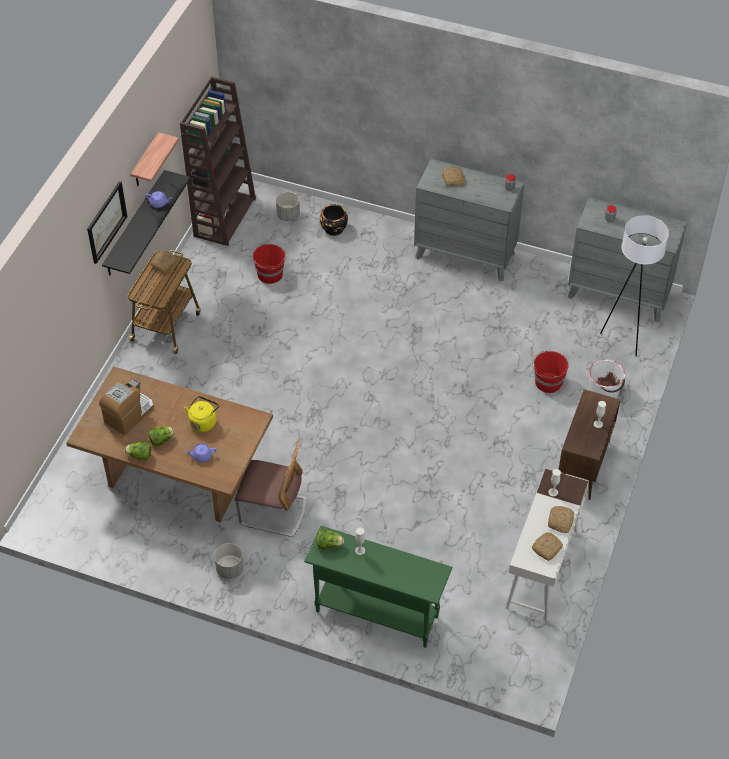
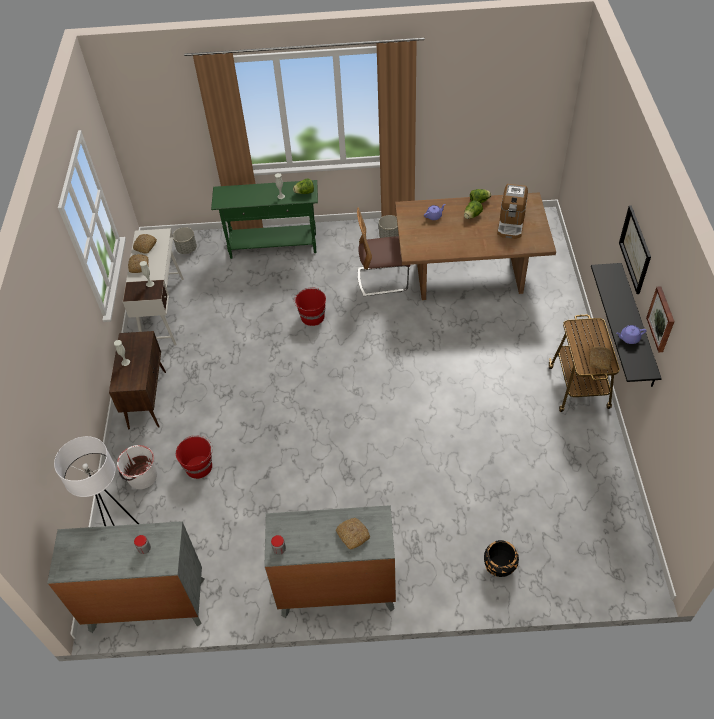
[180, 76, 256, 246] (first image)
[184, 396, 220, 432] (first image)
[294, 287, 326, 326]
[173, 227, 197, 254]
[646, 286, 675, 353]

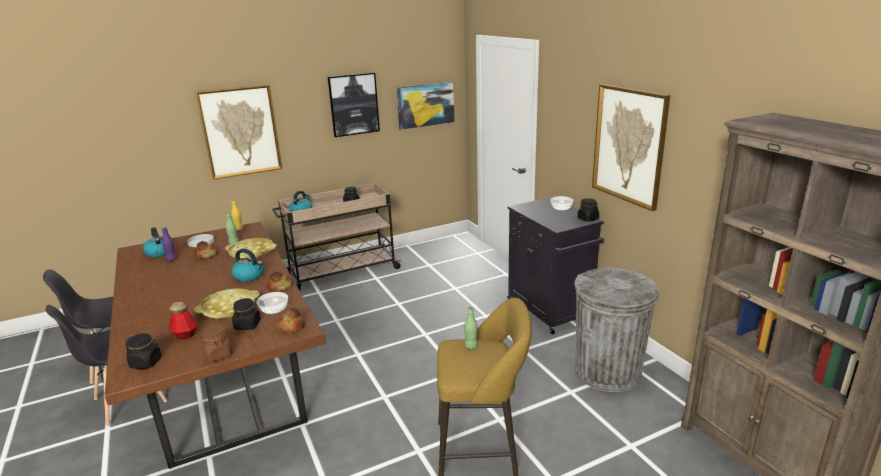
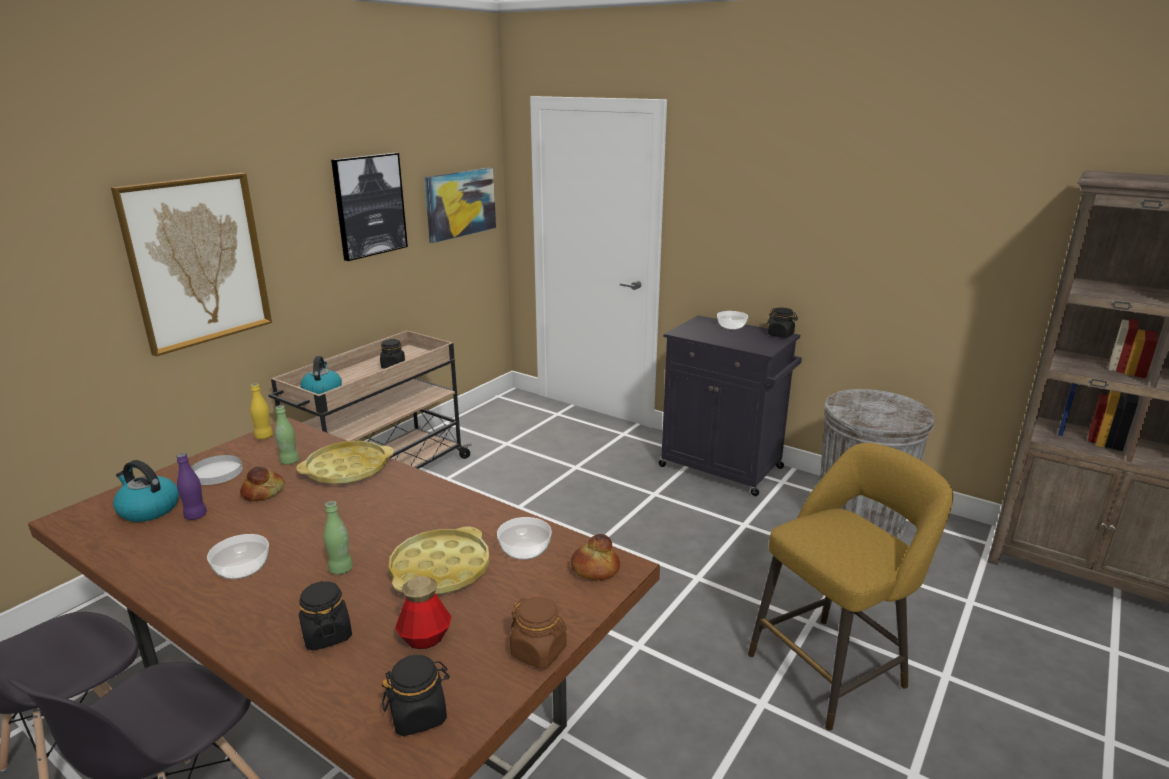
[232, 248, 264, 282] (first image)
[267, 271, 293, 292] (first image)
[592, 84, 670, 211] (first image)
[207, 534, 269, 579]
[299, 581, 352, 651]
[323, 501, 353, 575]

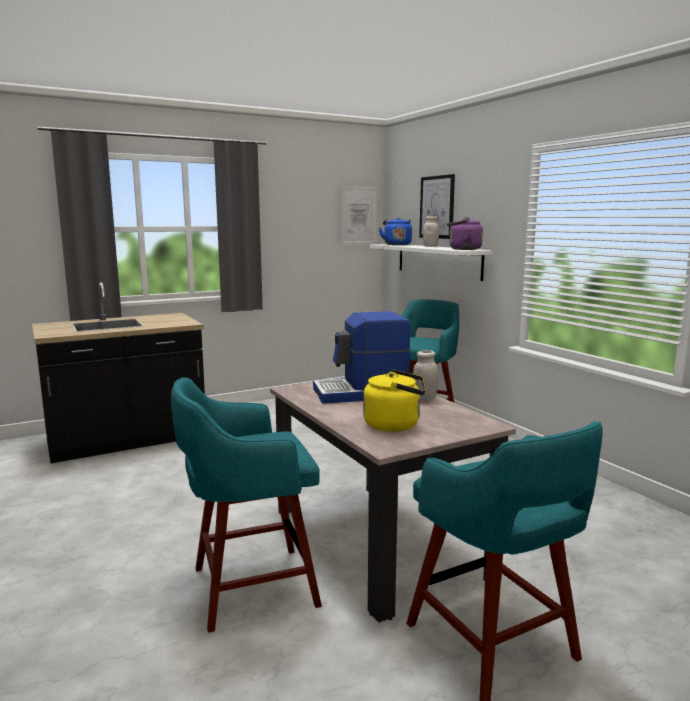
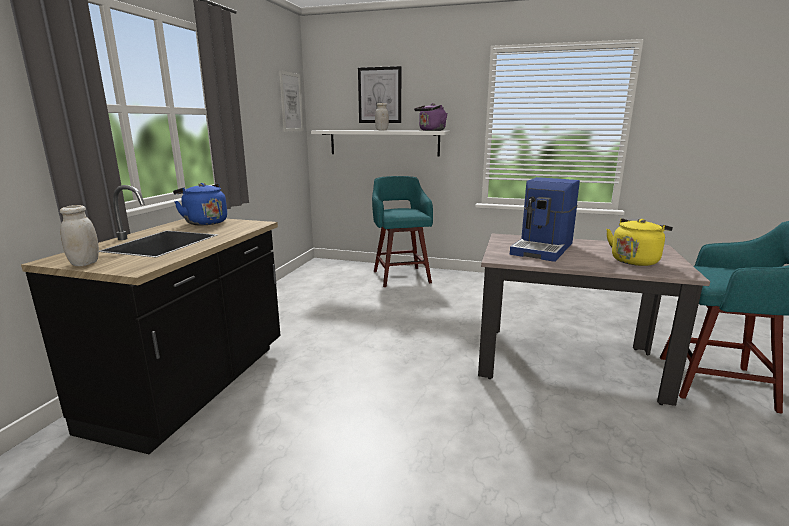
[171, 377, 322, 633] (first image)
[173, 183, 227, 225]
[60, 205, 99, 266]

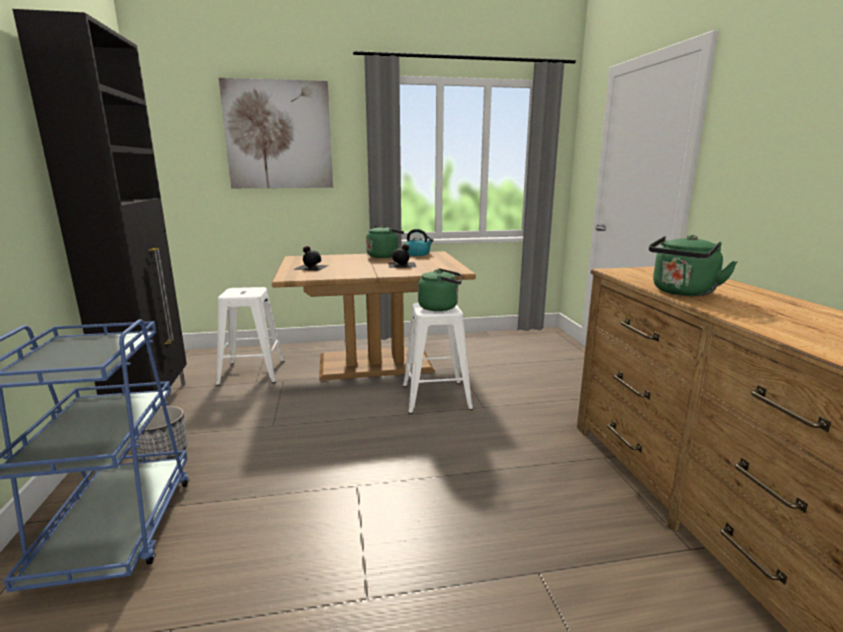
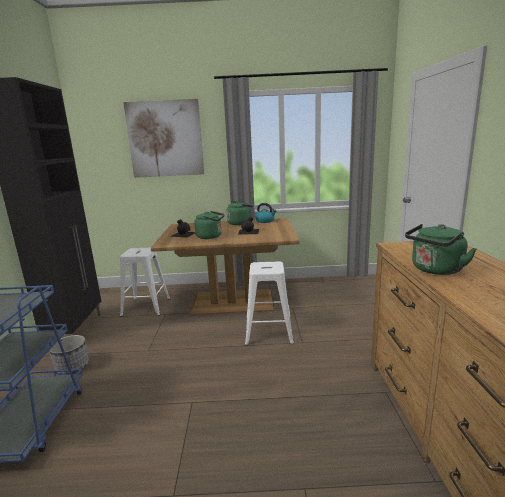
[194, 211, 225, 239]

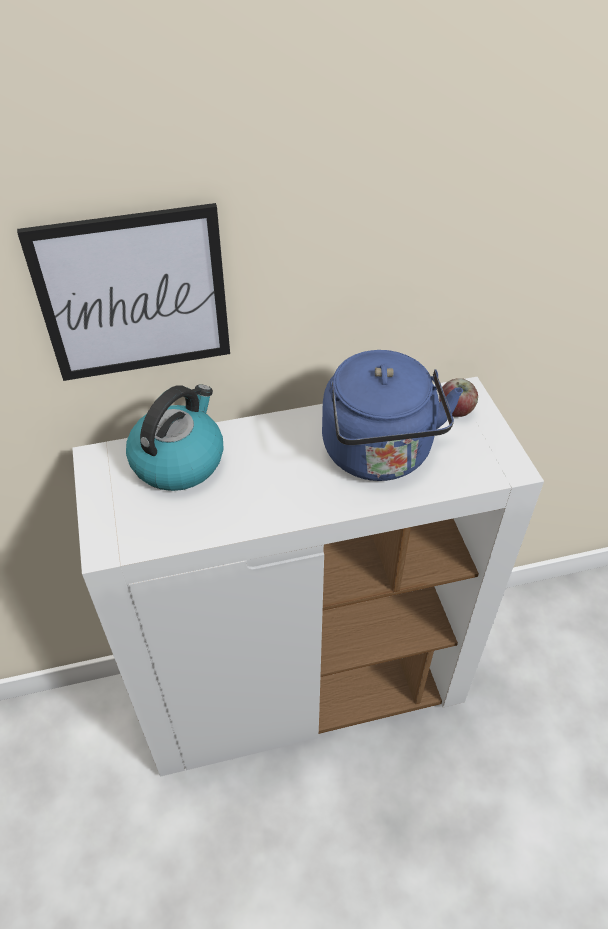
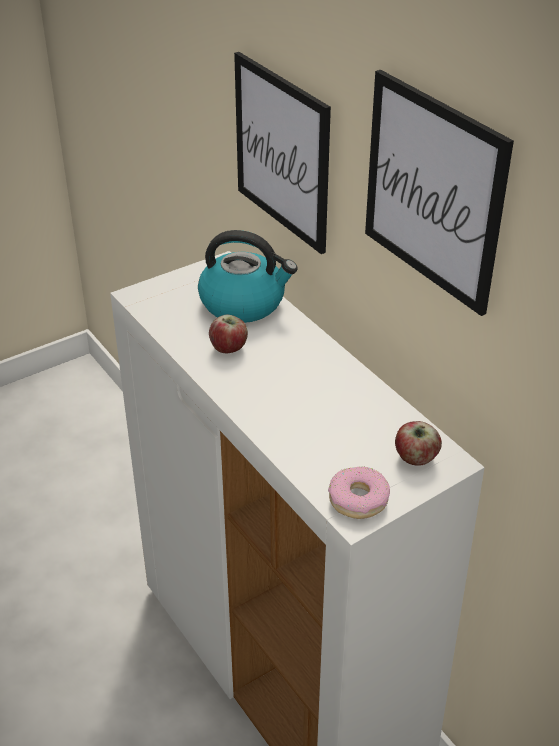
[322, 350, 463, 481] (first image)
[209, 315, 248, 353]
[328, 467, 390, 519]
[365, 70, 514, 316]

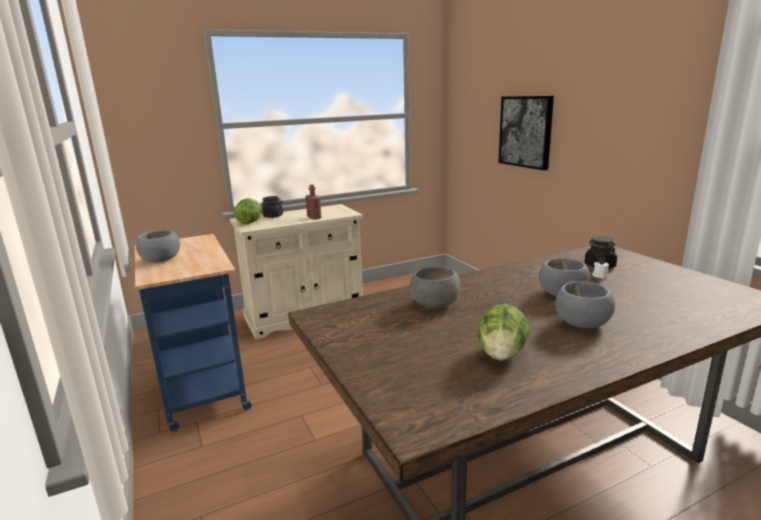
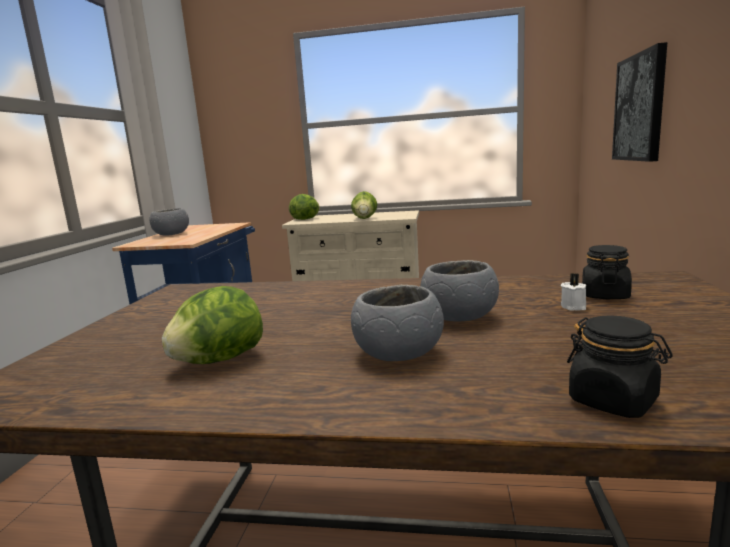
[410, 267, 460, 308] (first image)
[567, 316, 673, 418]
[351, 191, 377, 219]

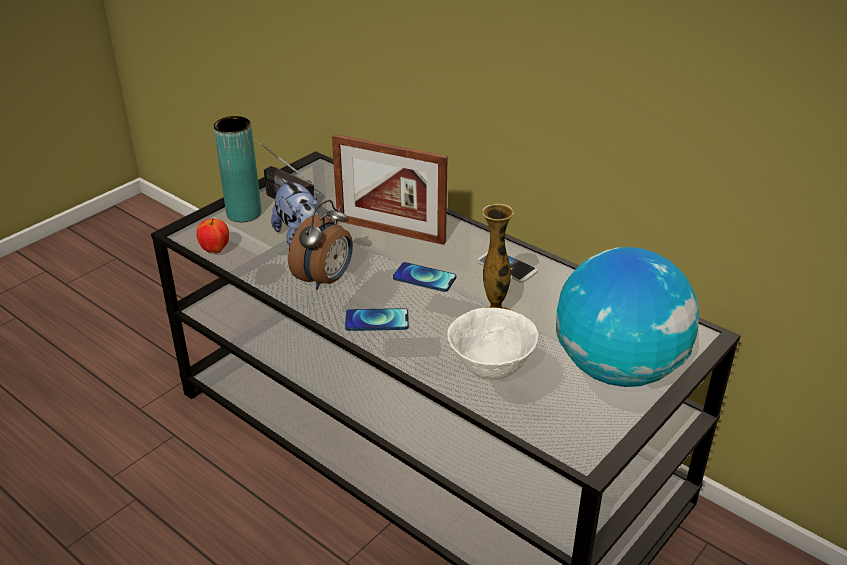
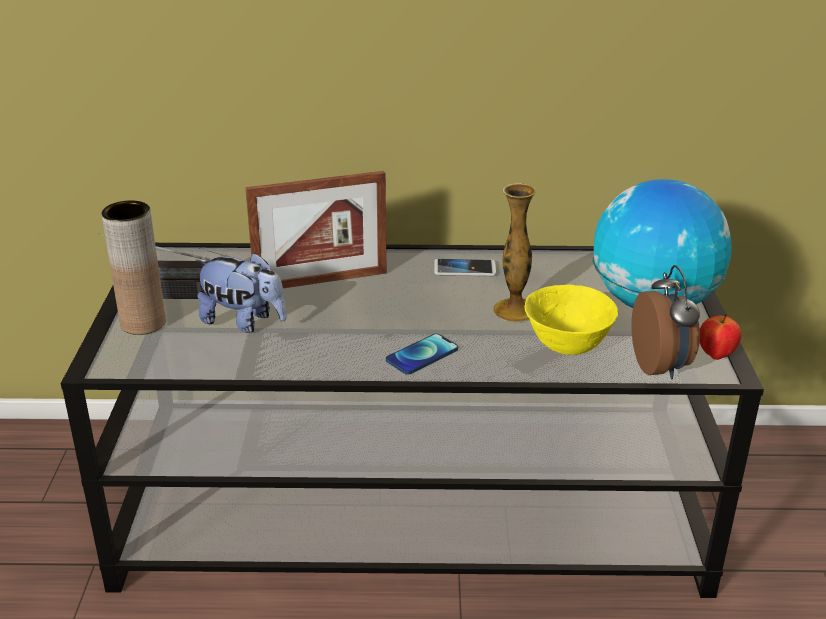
[393, 262, 456, 292] (first image)
[700, 314, 741, 360]
[631, 265, 700, 379]
[101, 200, 166, 335]
[525, 284, 618, 355]

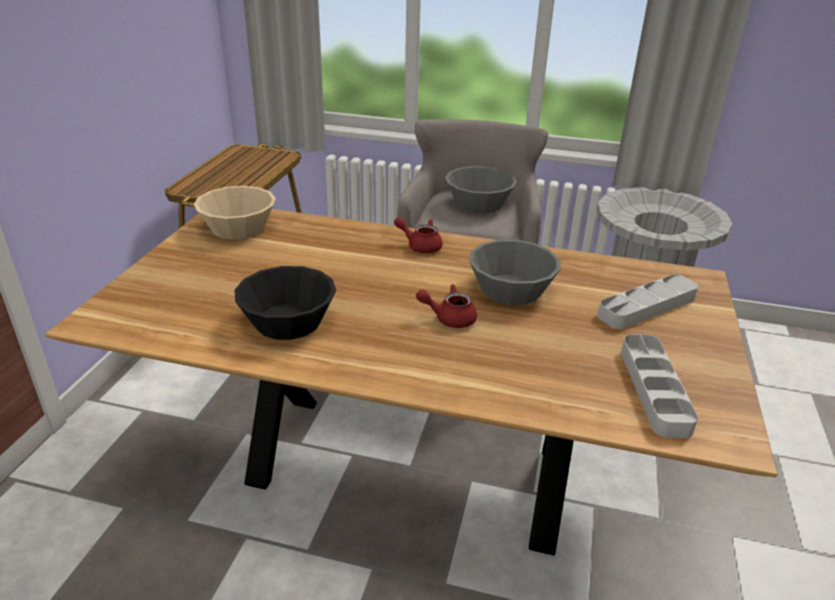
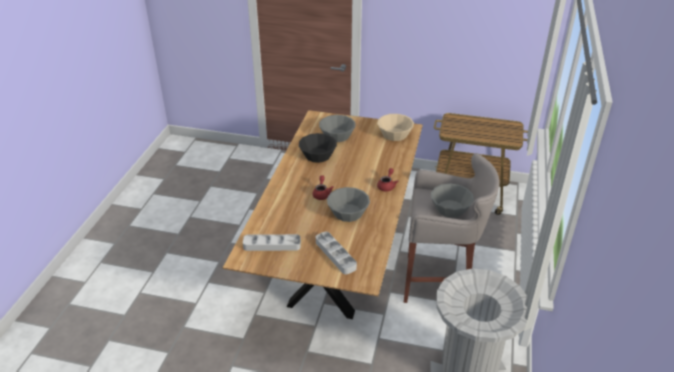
[319, 115, 356, 142]

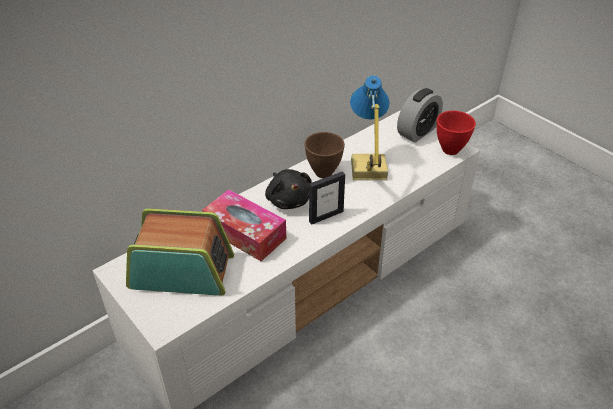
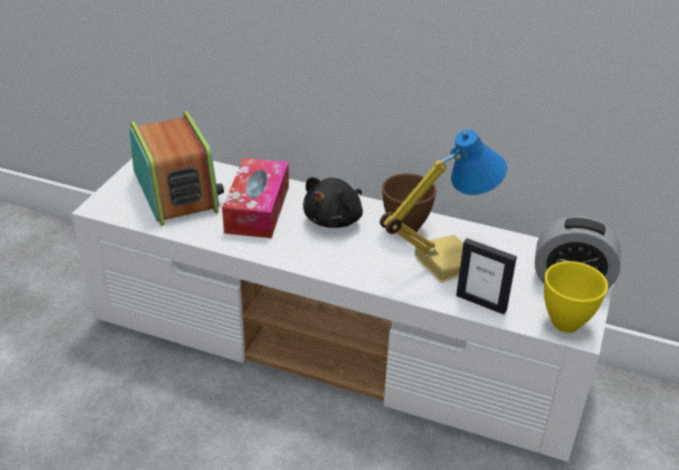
[456, 238, 517, 315]
[544, 261, 608, 333]

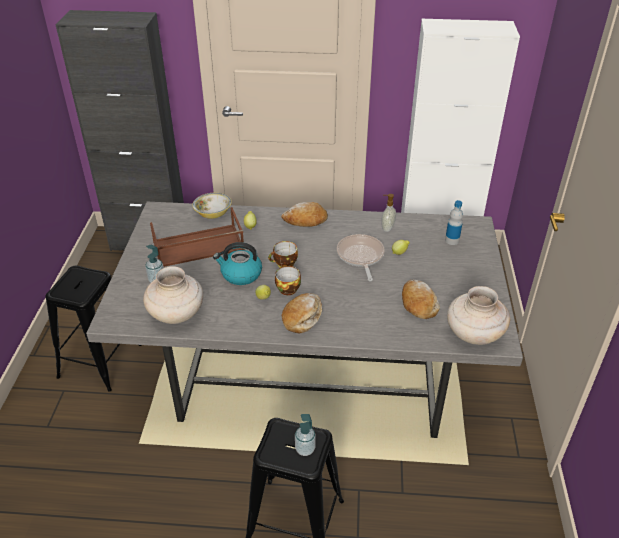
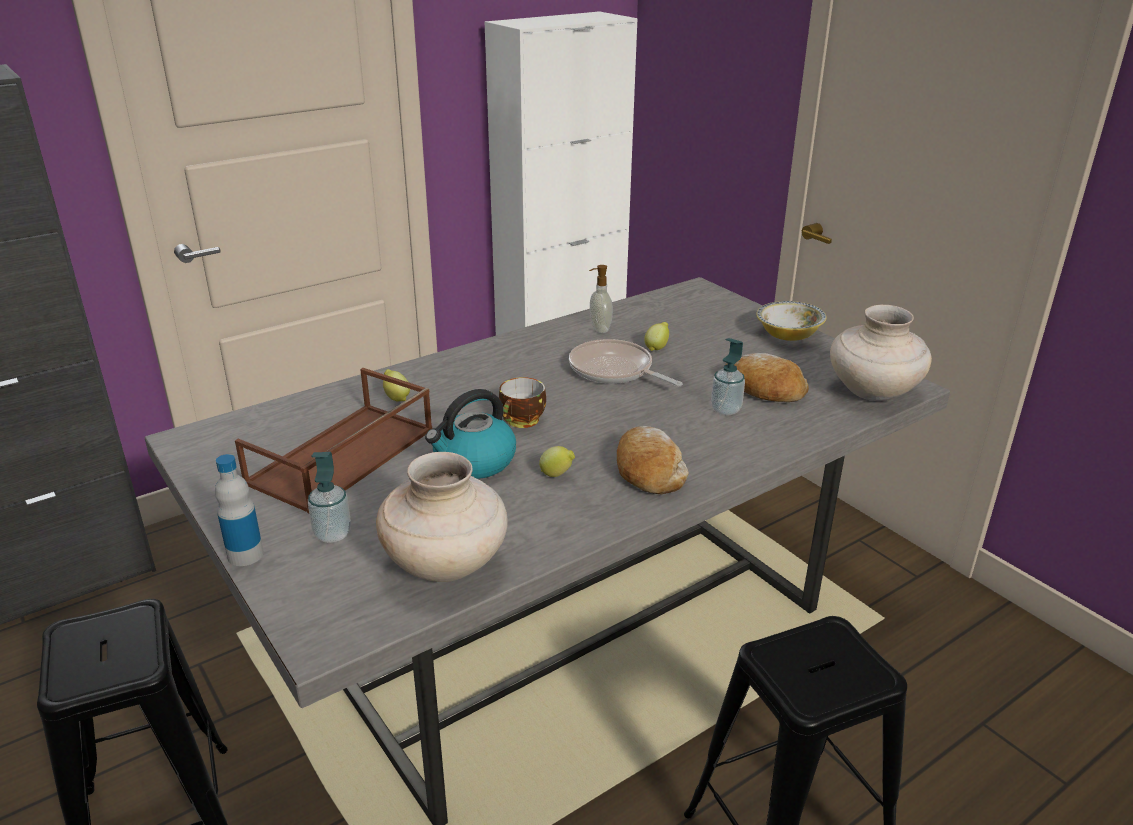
[275, 266, 301, 295] (first image)
[281, 202, 328, 227] (first image)
[756, 301, 827, 341]
[711, 338, 745, 415]
[215, 454, 263, 566]

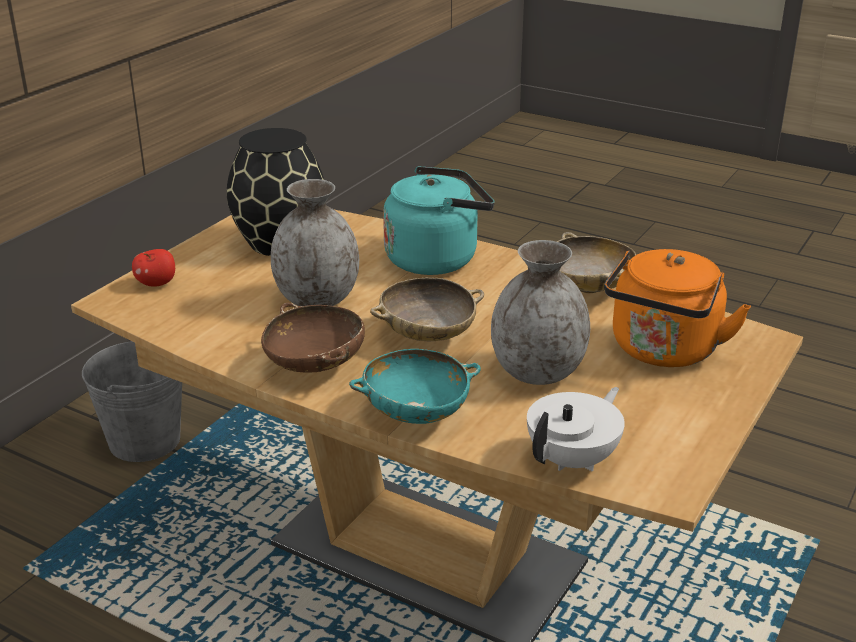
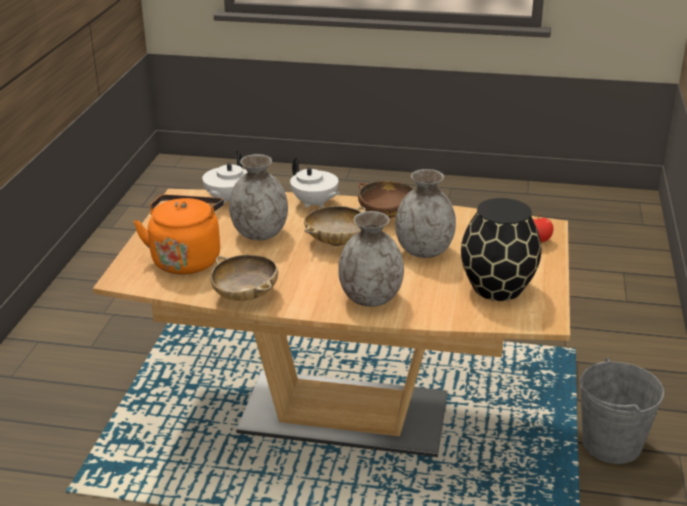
[290, 157, 340, 208]
[338, 211, 404, 307]

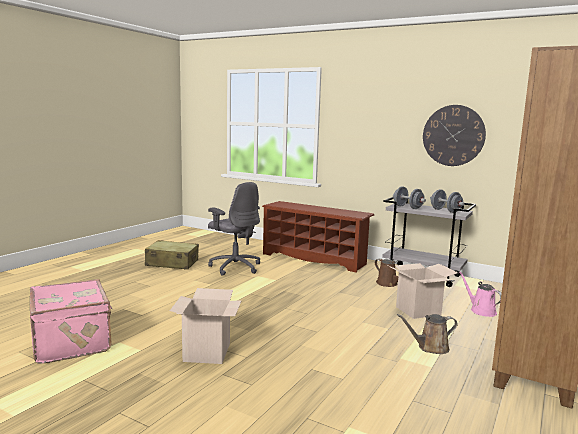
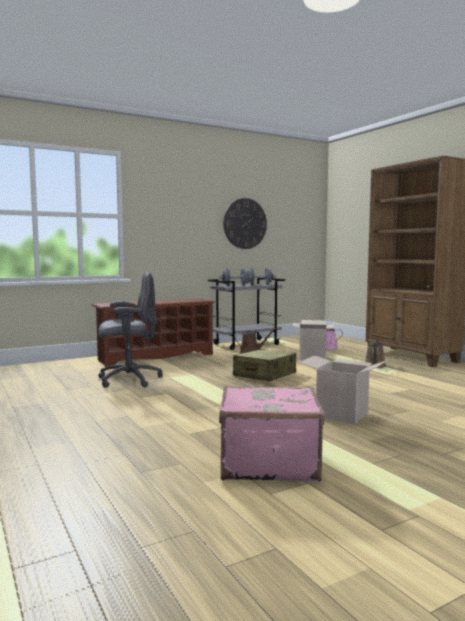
[233, 349, 296, 381]

